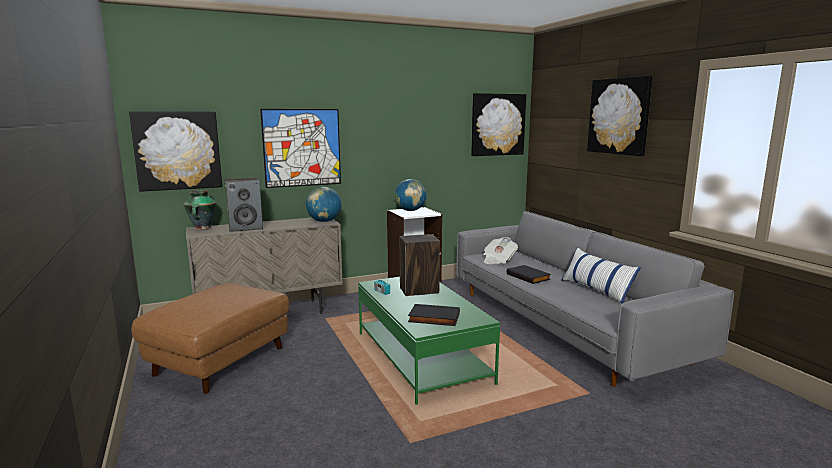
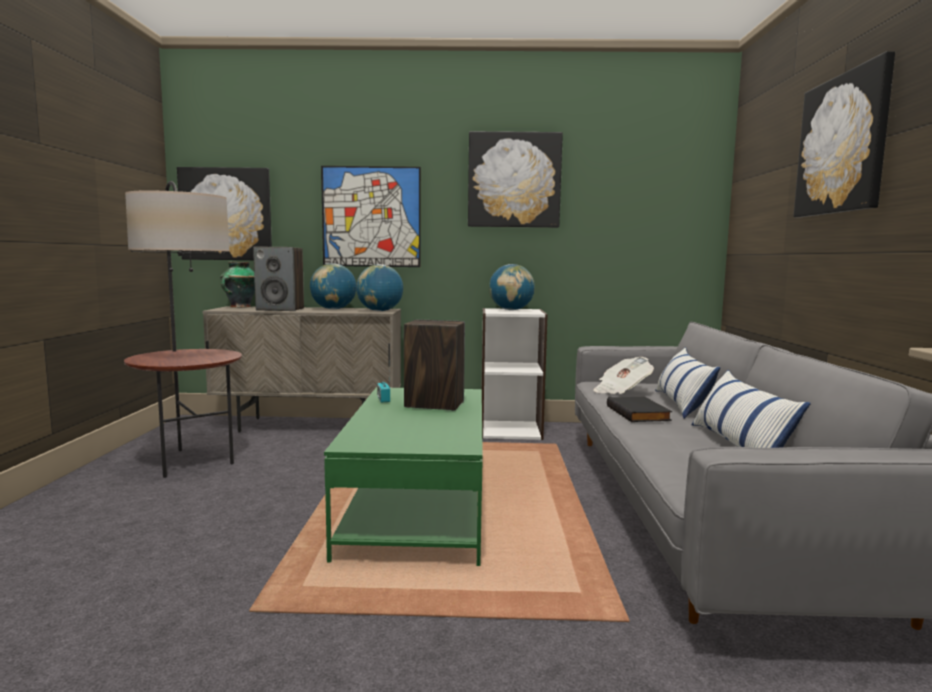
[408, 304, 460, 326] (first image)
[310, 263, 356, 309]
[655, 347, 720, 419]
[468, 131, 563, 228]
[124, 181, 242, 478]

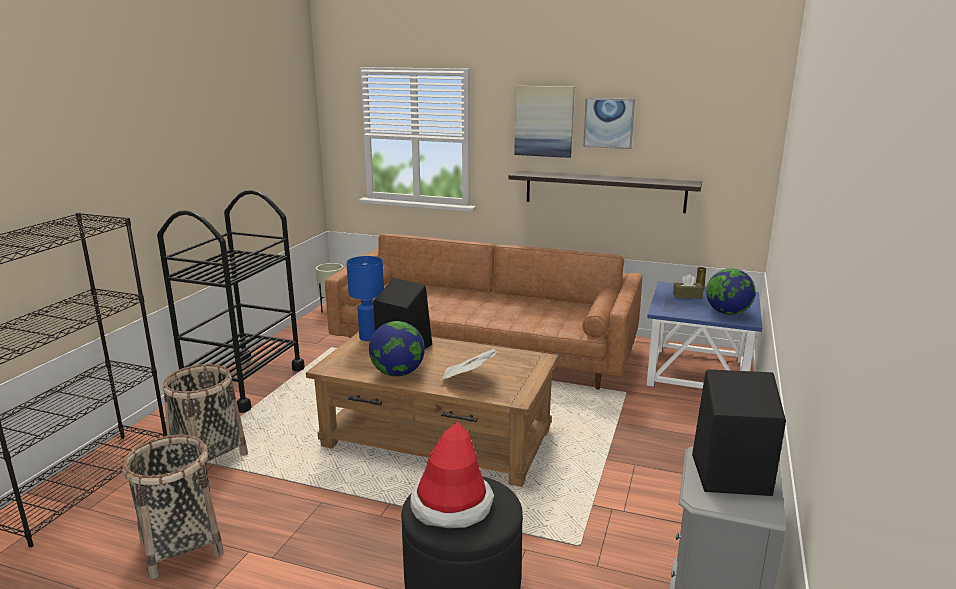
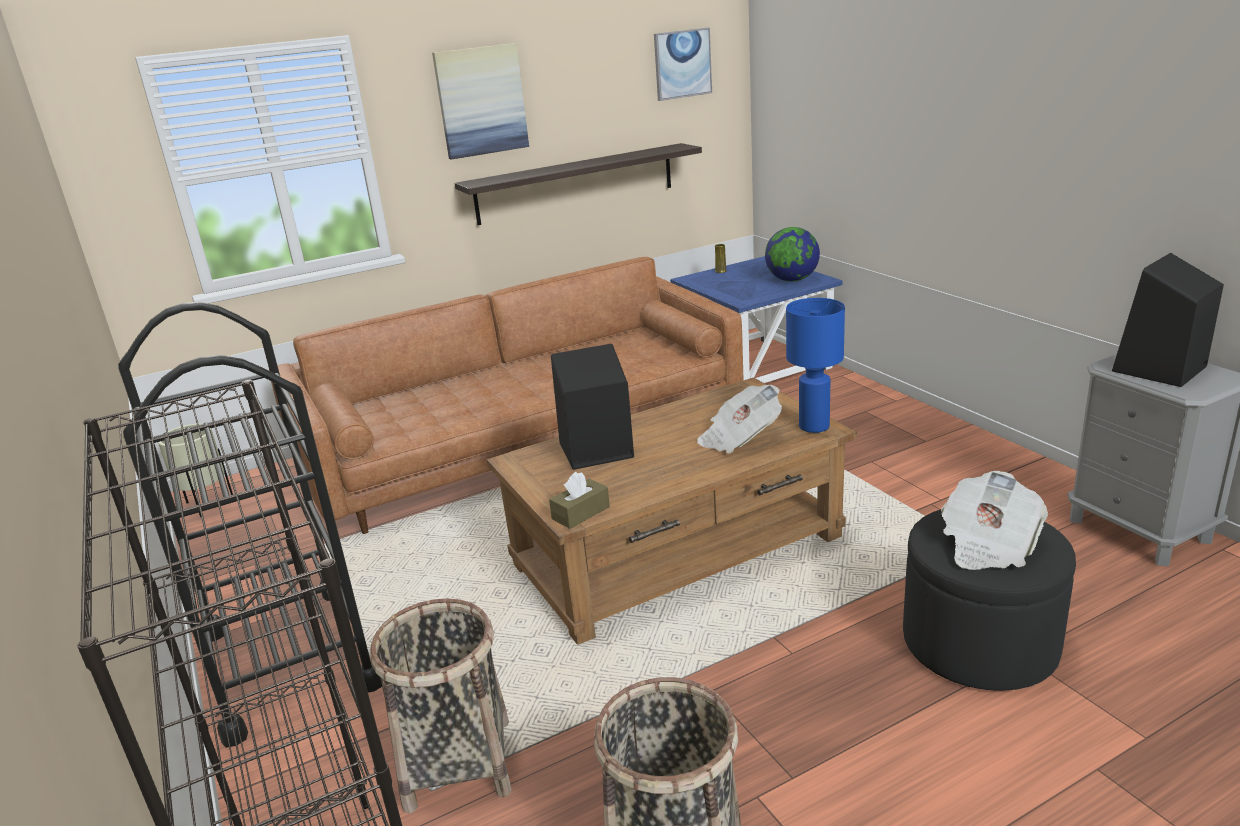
[369, 321, 425, 377] (first image)
[786, 298, 845, 433]
[654, 27, 712, 101]
[549, 472, 610, 529]
[941, 471, 1048, 570]

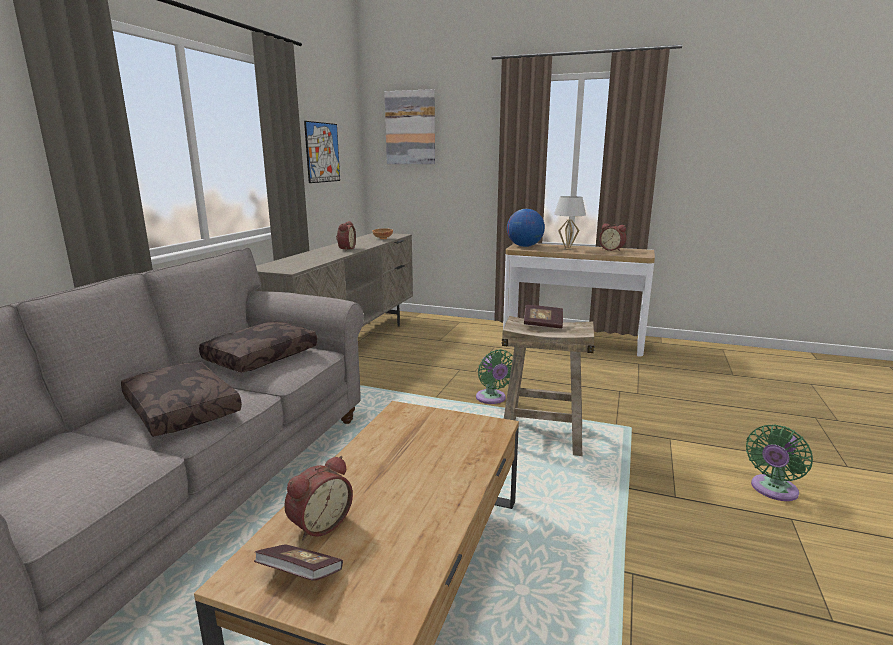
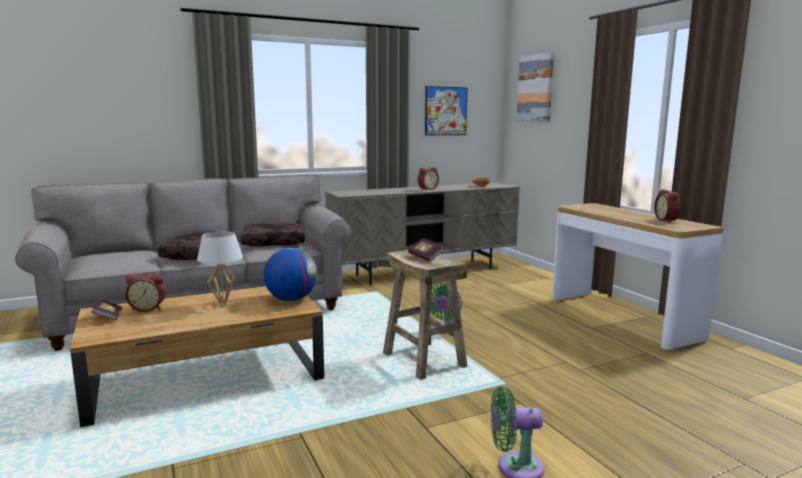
[264, 248, 318, 301]
[197, 231, 243, 307]

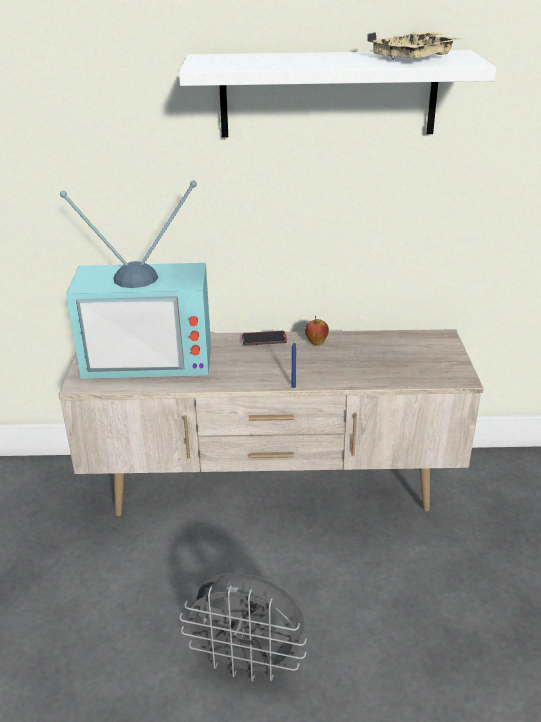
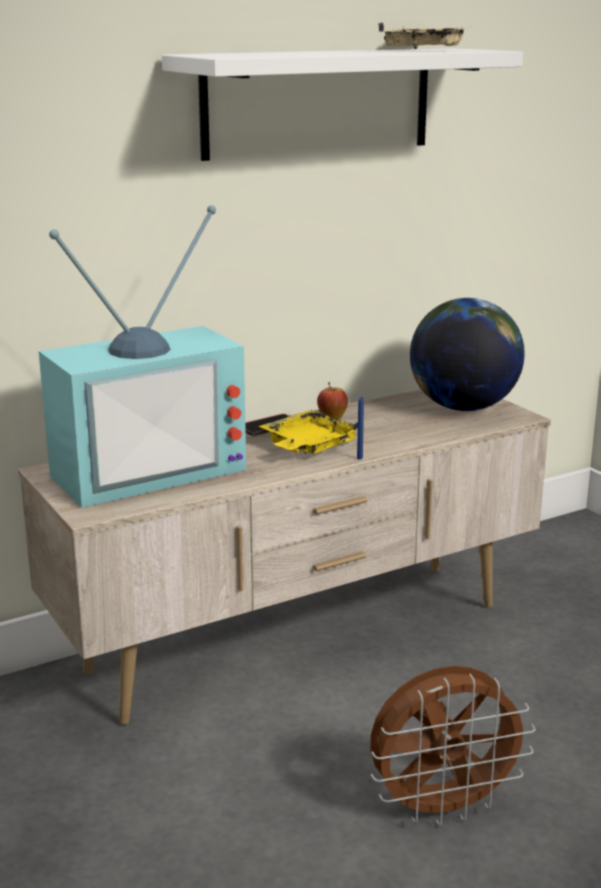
[258, 410, 358, 454]
[410, 298, 525, 411]
[370, 666, 536, 826]

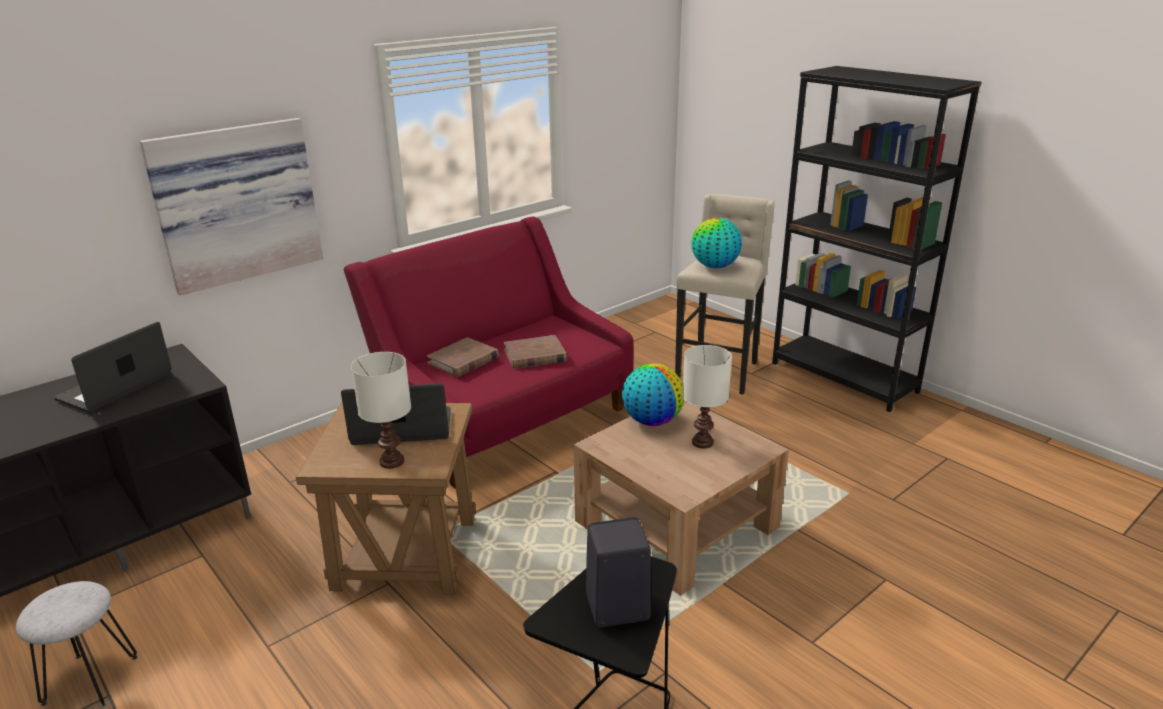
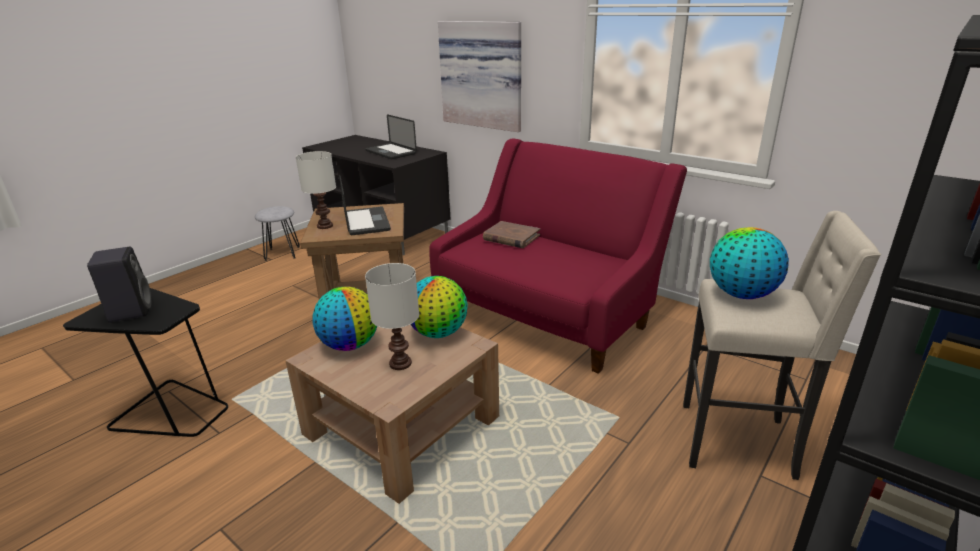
[504, 335, 567, 369] (first image)
[312, 286, 377, 351]
[365, 114, 417, 159]

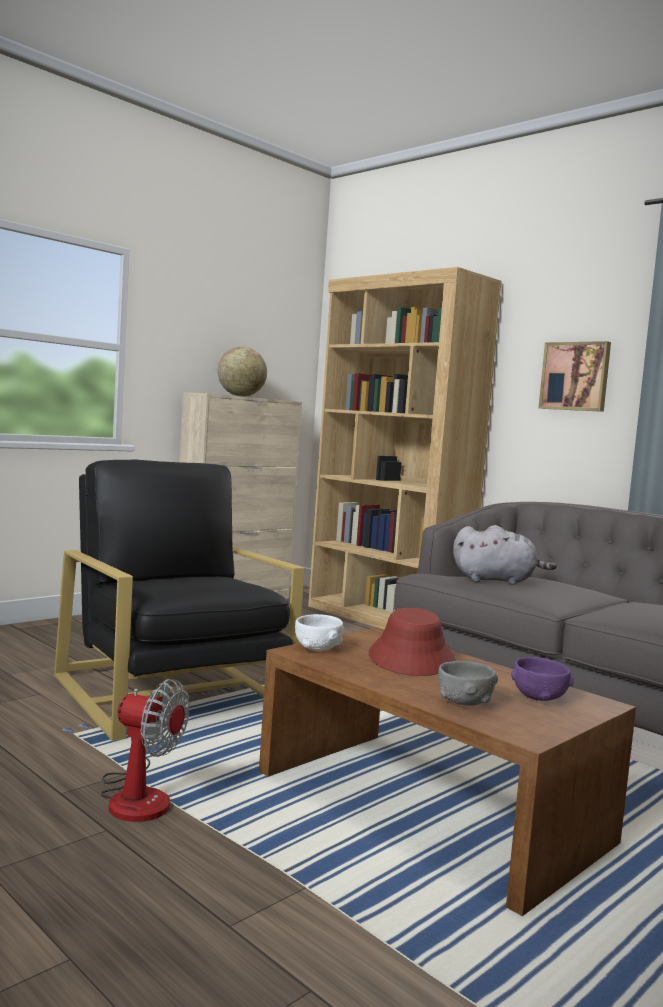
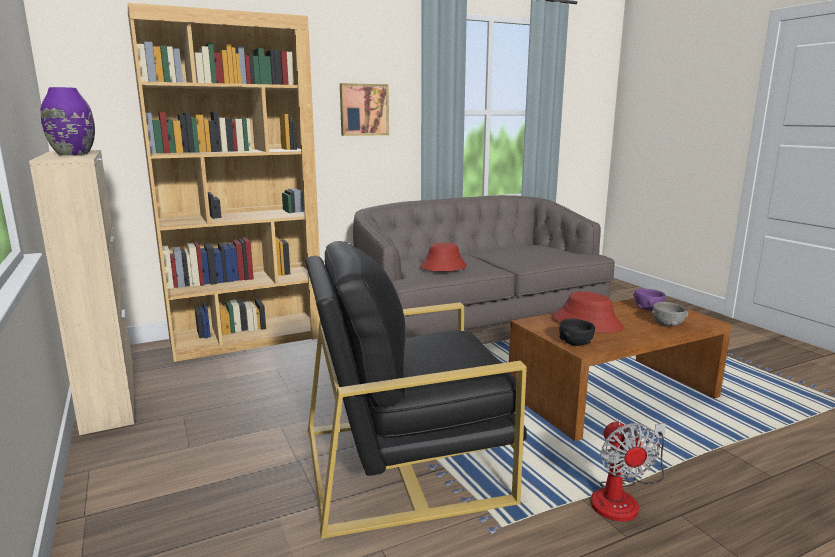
[41, 87, 95, 155]
[420, 242, 467, 271]
[559, 319, 595, 346]
[591, 420, 666, 521]

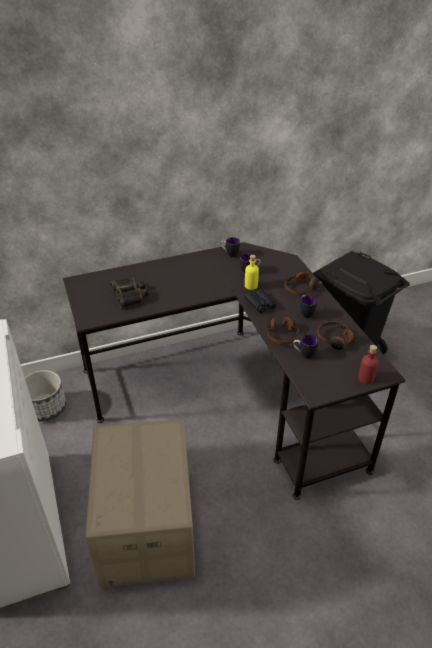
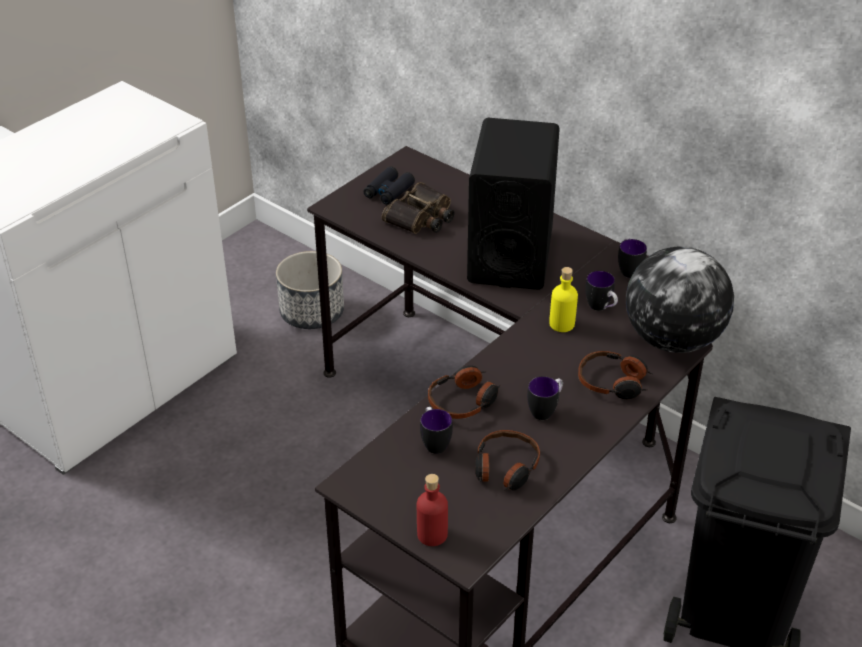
[85, 419, 195, 587] (first image)
[467, 118, 560, 290]
[626, 246, 734, 353]
[364, 166, 415, 204]

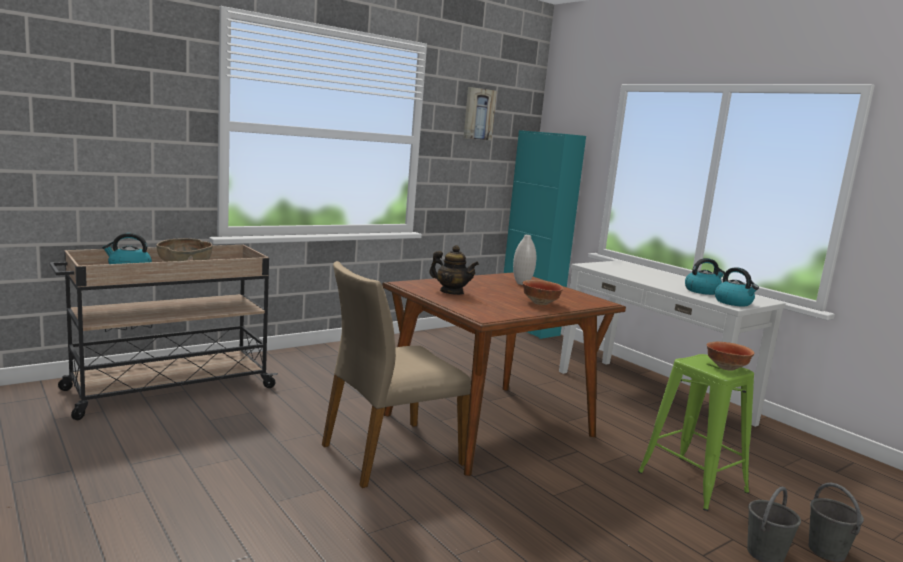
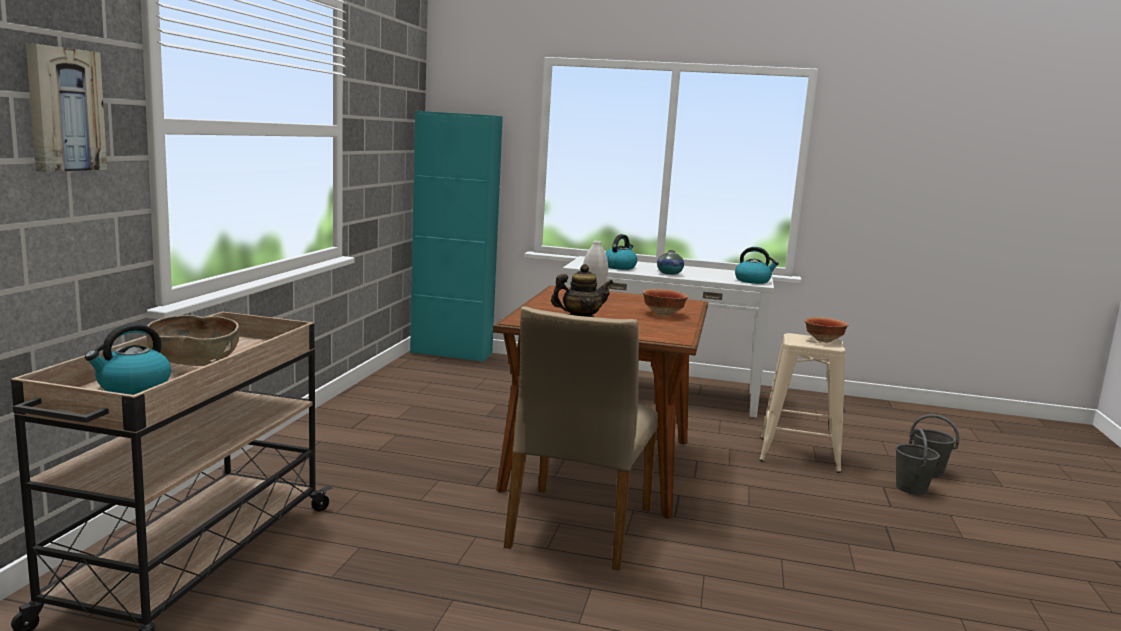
[657, 250, 684, 275]
[26, 43, 107, 172]
[605, 234, 637, 270]
[759, 333, 846, 473]

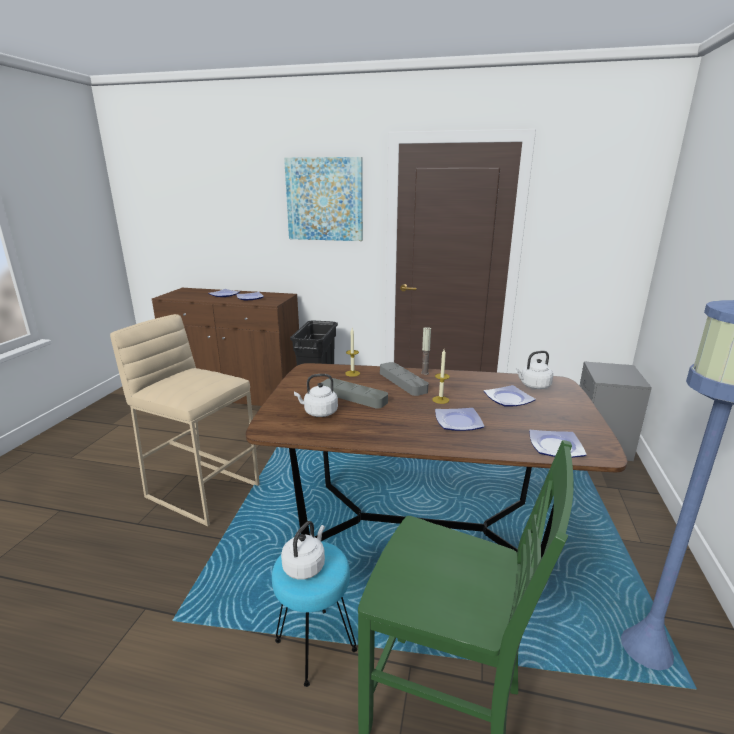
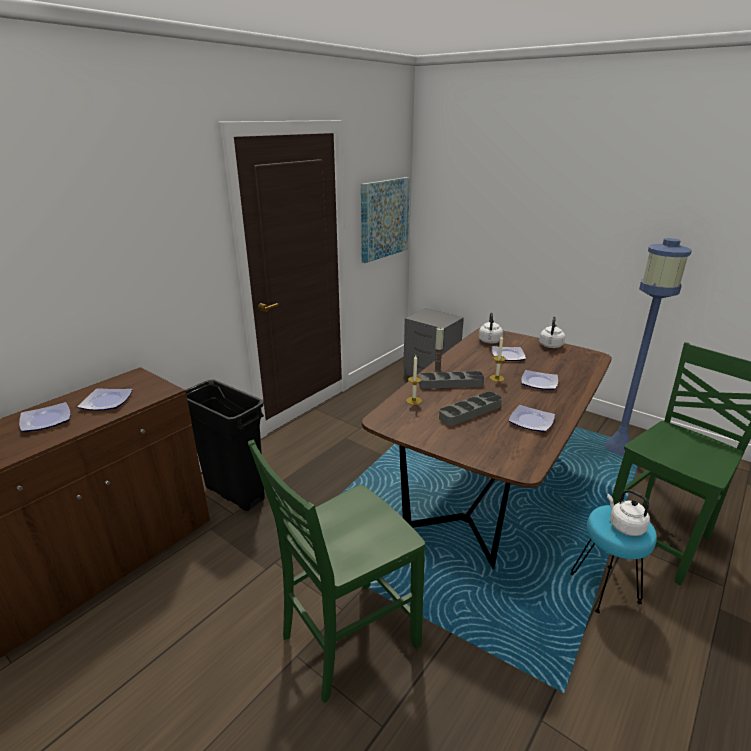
[361, 177, 410, 263]
[539, 317, 565, 348]
[509, 405, 555, 432]
[248, 440, 426, 703]

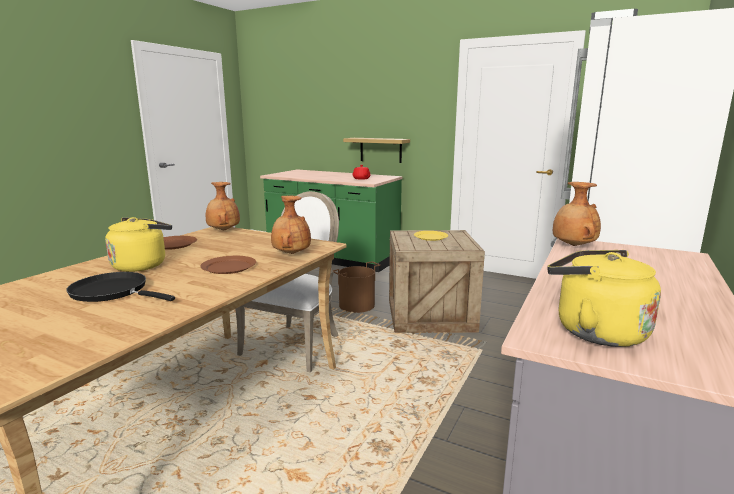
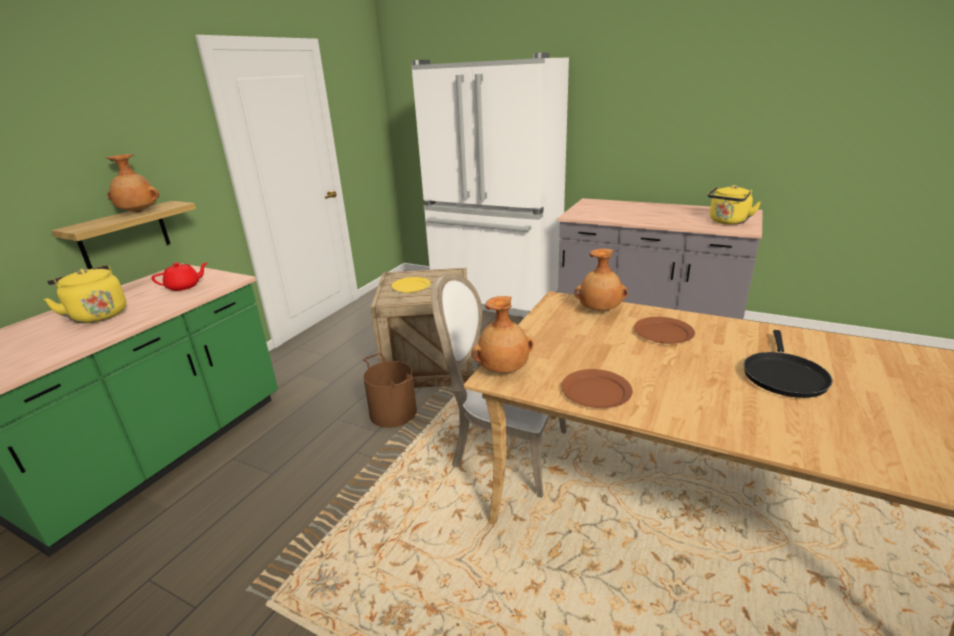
[43, 265, 126, 323]
[107, 154, 159, 213]

